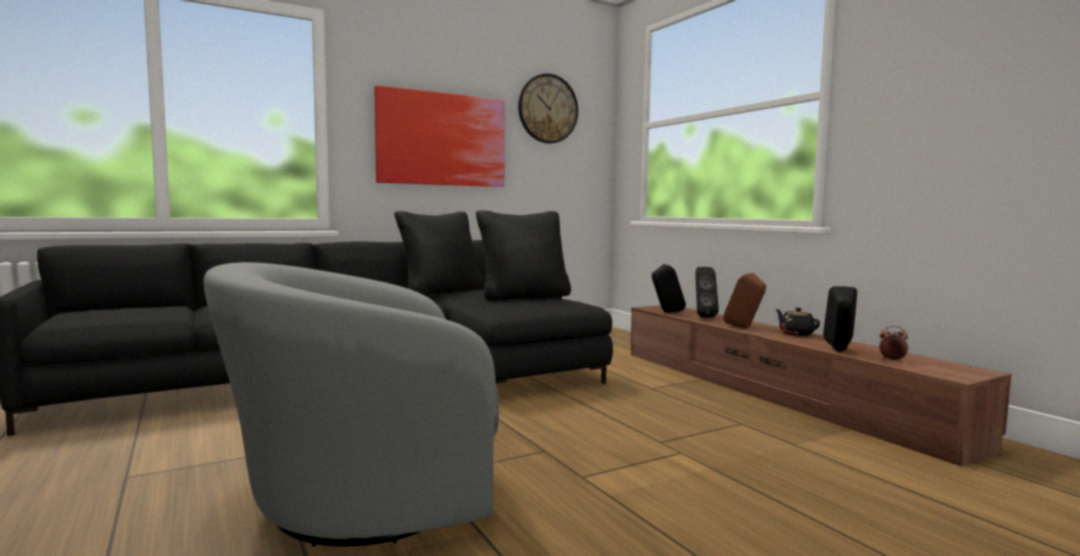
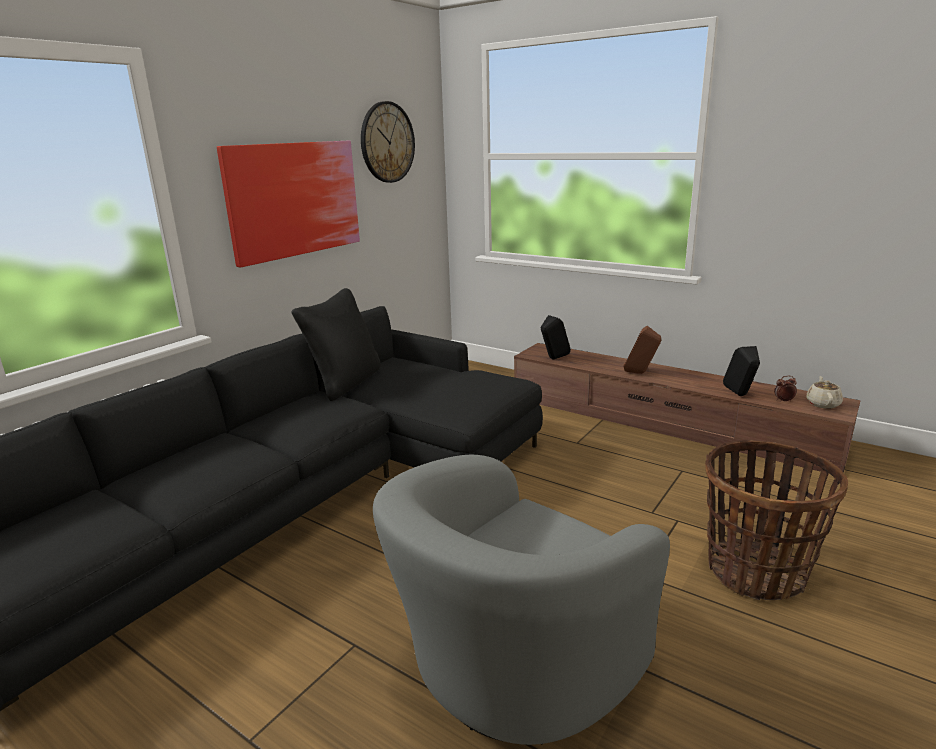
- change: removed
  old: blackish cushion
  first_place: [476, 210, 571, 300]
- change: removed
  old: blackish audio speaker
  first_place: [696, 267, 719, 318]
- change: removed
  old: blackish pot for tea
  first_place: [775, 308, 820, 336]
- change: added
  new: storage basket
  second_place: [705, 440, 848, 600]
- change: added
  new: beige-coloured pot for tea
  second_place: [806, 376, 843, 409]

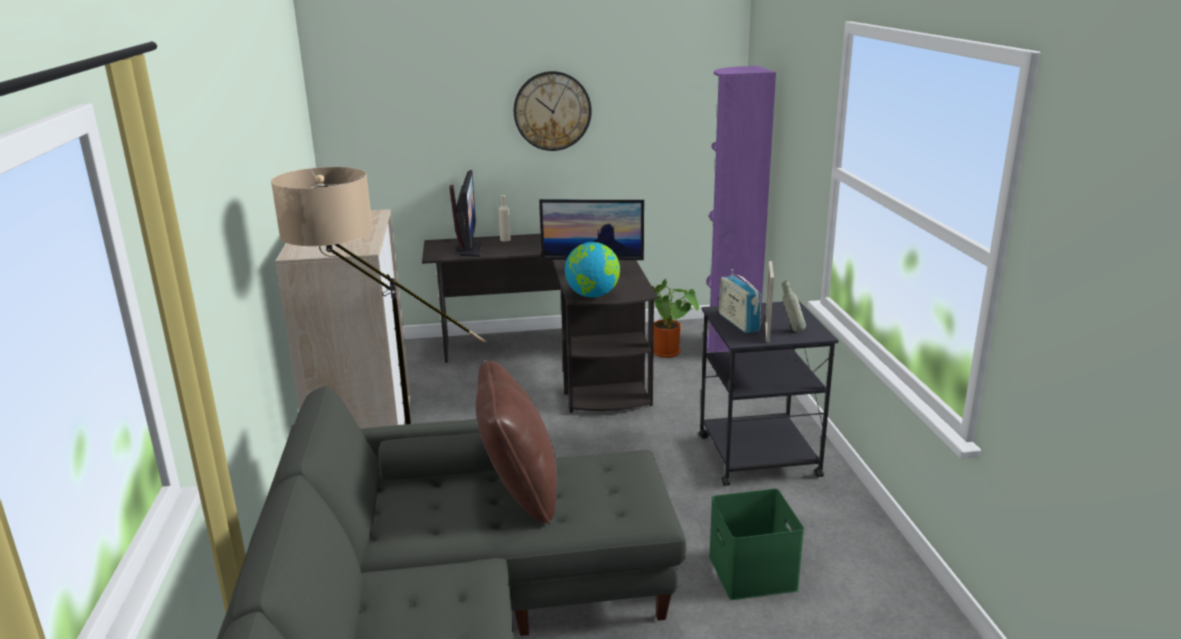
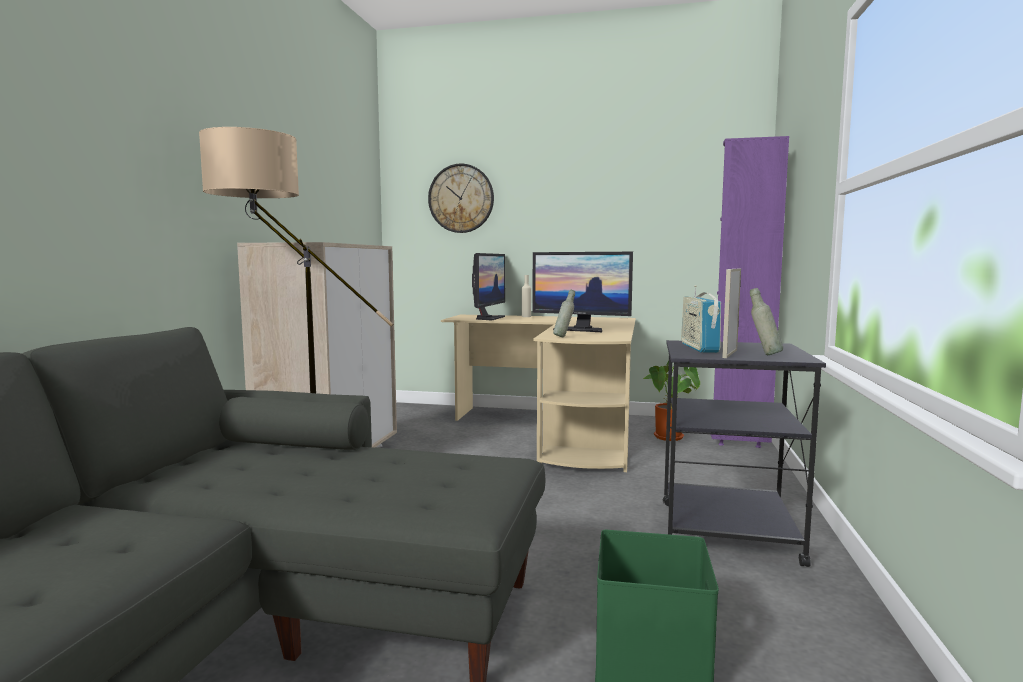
- change: recoloured
  old: blackish desk
  new: beige-coloured desk
  first_place: [422, 234, 658, 413]
  second_place: [441, 315, 636, 472]
- change: removed
  old: brownish cushion
  first_place: [476, 360, 557, 524]
- change: moved
  old: hanging clock
  first_place: [514, 71, 592, 151]
  second_place: [428, 164, 494, 233]
- change: replaced
  old: desk globe
  new: gray bottle
  first_place: [565, 242, 620, 298]
  second_place: [553, 290, 575, 337]

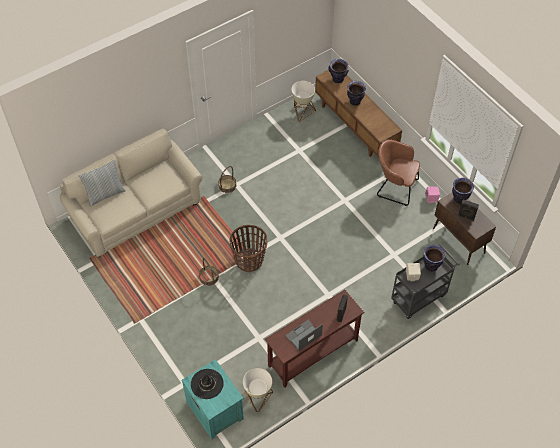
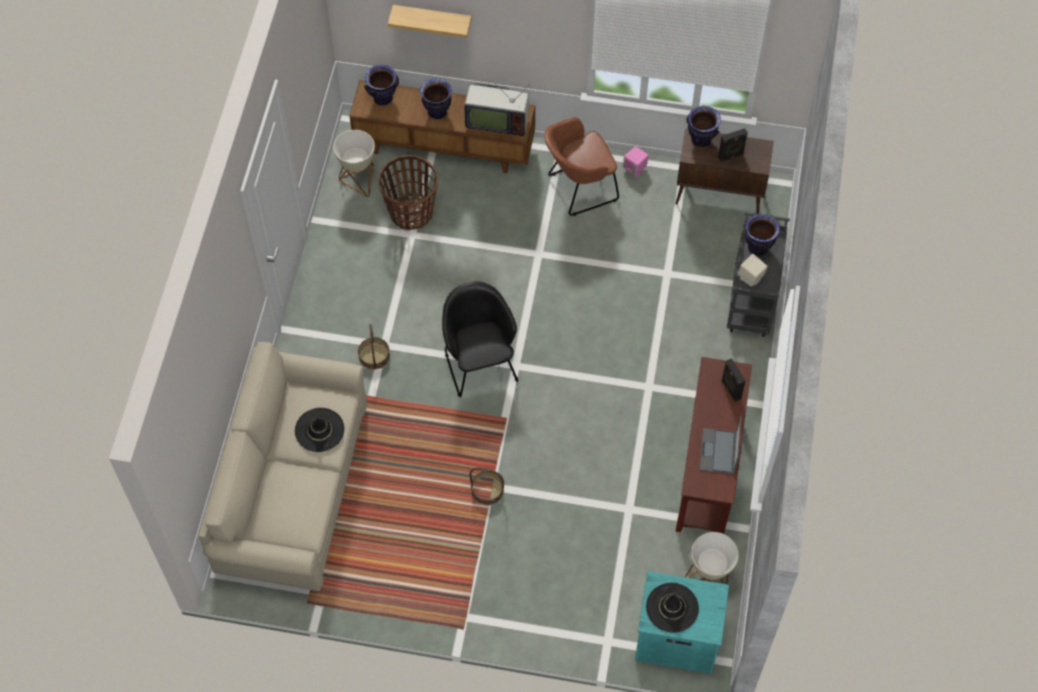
- change: removed
  old: cushion
  first_place: [79, 160, 126, 207]
- change: moved
  old: storage basket
  first_place: [229, 225, 267, 272]
  second_place: [378, 155, 438, 230]
- change: added
  new: blackish wearable hat
  second_place: [295, 408, 344, 452]
- change: added
  new: wall shelf
  second_place: [388, 5, 472, 38]
- change: added
  new: blackish easy chair
  second_place: [442, 281, 518, 397]
- change: added
  new: TV
  second_place: [464, 79, 529, 137]

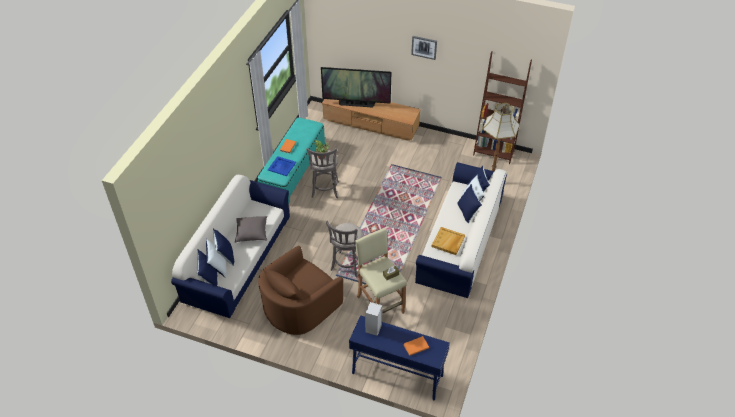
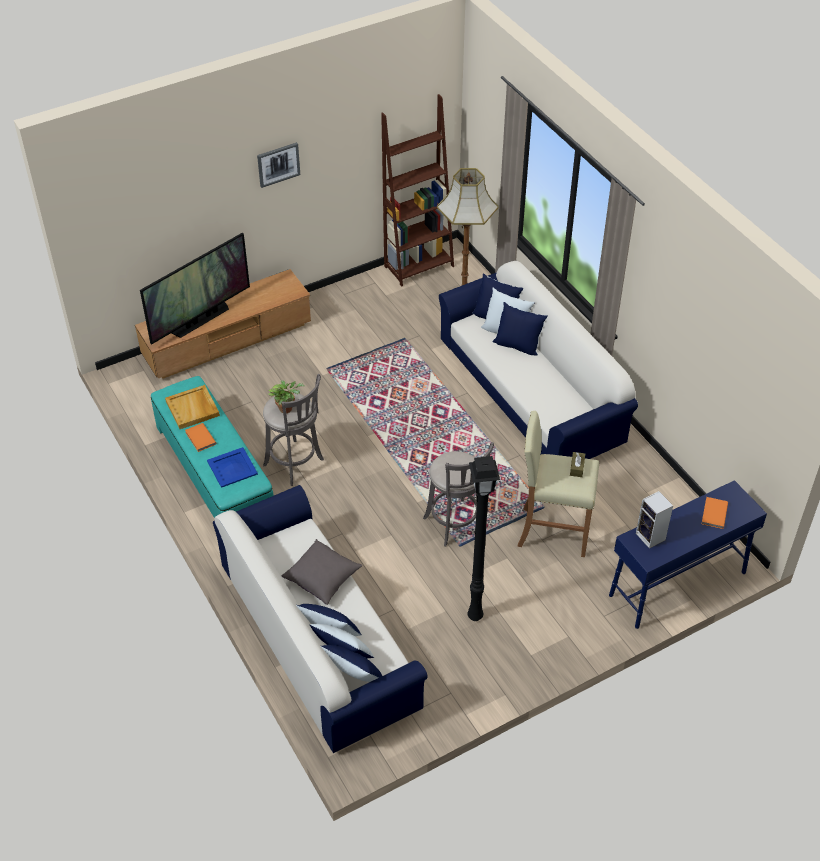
- change: replaced
  old: brownish easy chair
  new: blackish floor lamp
  first_place: [258, 246, 343, 335]
  second_place: [467, 456, 500, 621]
- change: moved
  old: beige-coloured carrying tray
  first_place: [432, 227, 465, 255]
  second_place: [165, 385, 220, 429]

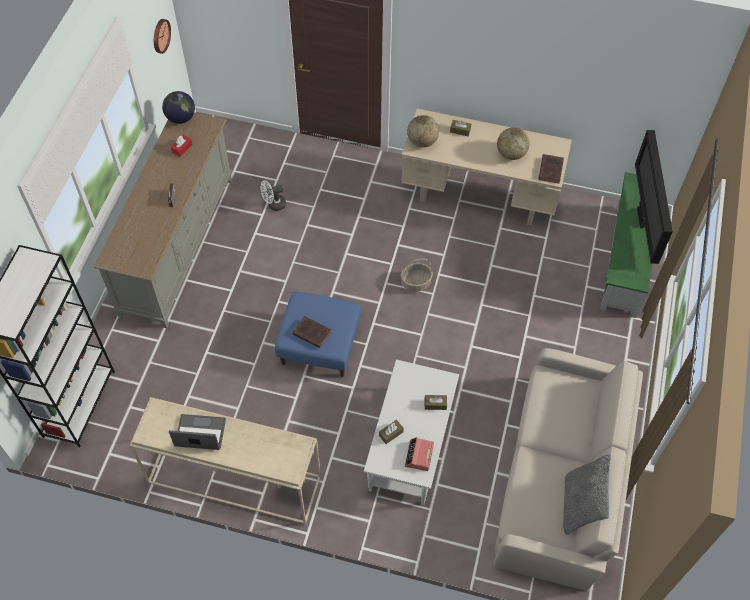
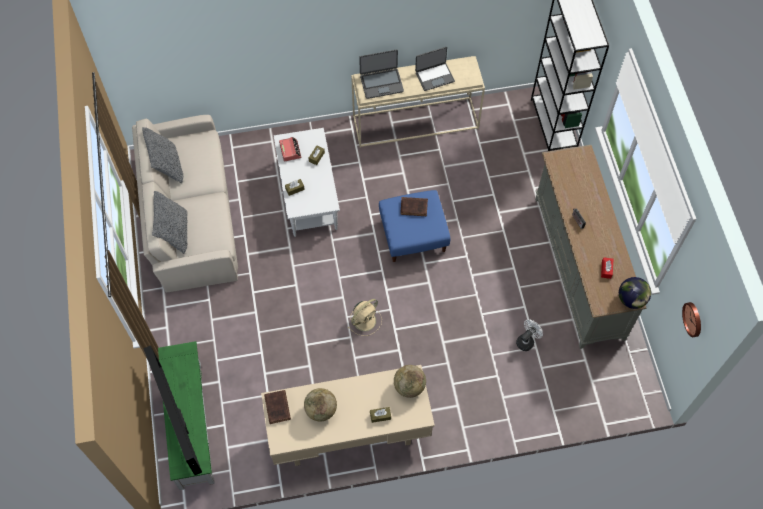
- change: replaced
  old: storage basket
  new: beige-coloured electric fan
  first_place: [401, 258, 433, 292]
  second_place: [348, 299, 382, 336]
- change: added
  new: gray cushion
  second_place: [152, 191, 188, 254]
- change: added
  new: laptop
  second_place: [359, 50, 404, 99]

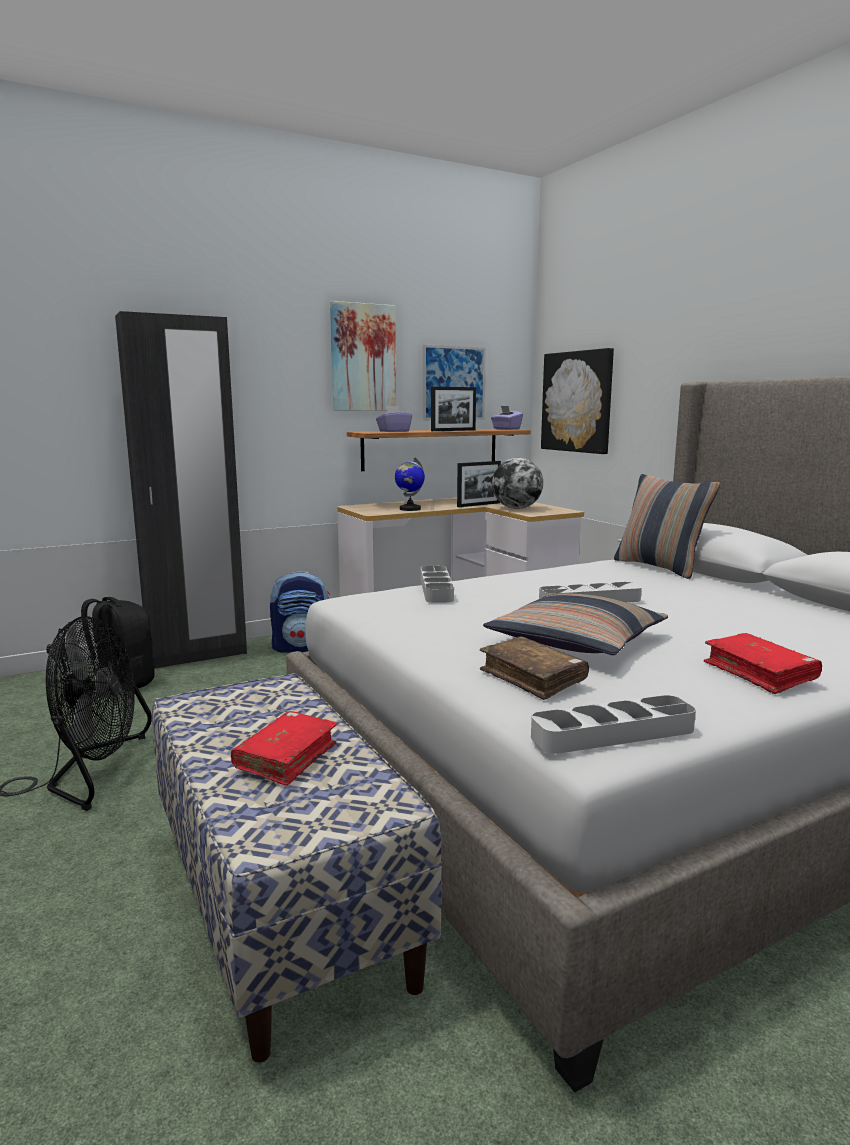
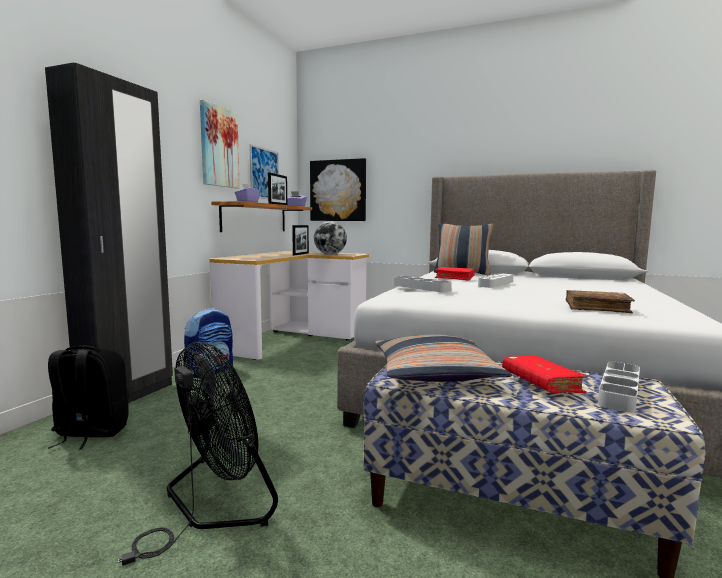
- change: removed
  old: desk globe
  first_place: [395, 458, 425, 511]
- change: moved
  old: cushion
  first_place: [483, 593, 668, 655]
  second_place: [375, 335, 512, 382]
- change: moved
  old: gray carrying tray
  first_place: [531, 695, 696, 754]
  second_place: [598, 362, 640, 412]
- change: moved
  old: red-coloured volume
  first_place: [704, 633, 822, 694]
  second_place: [435, 267, 475, 281]

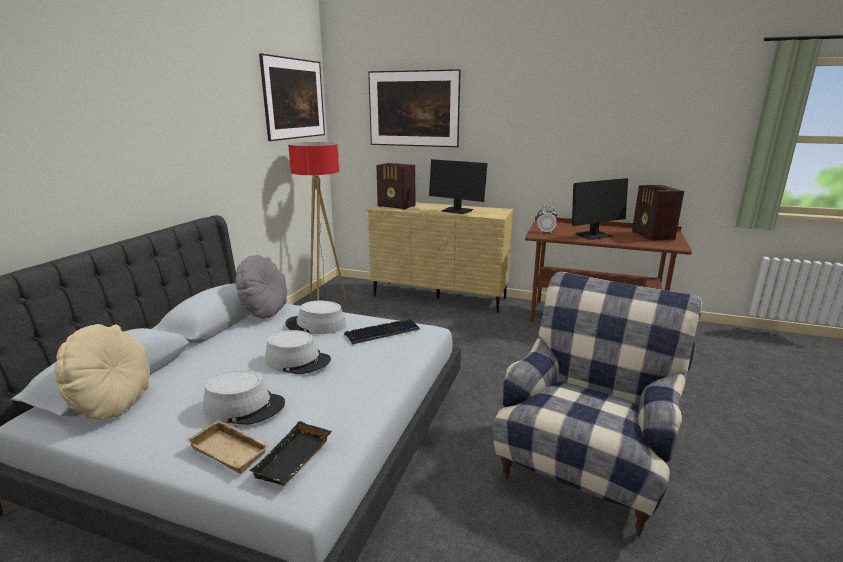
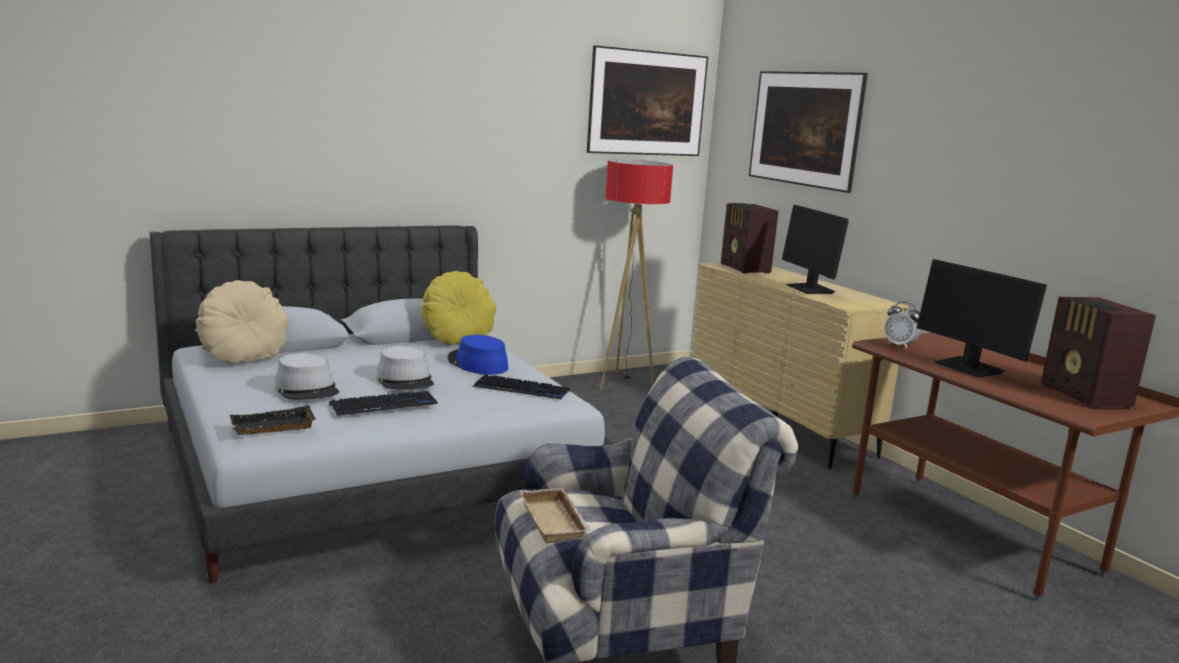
- change: moved
  old: beige-coloured carrying tray
  first_place: [186, 420, 271, 474]
  second_place: [520, 488, 592, 544]
- change: recoloured
  old: gray cushion
  new: yellow-coloured cushion
  first_place: [235, 255, 287, 319]
  second_place: [421, 271, 496, 345]
- change: recoloured
  old: gray wearable hat
  new: blue-coloured wearable hat
  first_place: [285, 301, 346, 334]
  second_place: [448, 335, 508, 375]
- change: turned
  old: monitor
  first_place: [572, 178, 628, 240]
  second_place: [917, 259, 1047, 377]
  degrees: 45
- change: turned
  old: radio receiver
  first_place: [632, 185, 684, 241]
  second_place: [1041, 296, 1156, 408]
  degrees: -45
- change: added
  new: keyboard
  second_place: [329, 391, 438, 416]

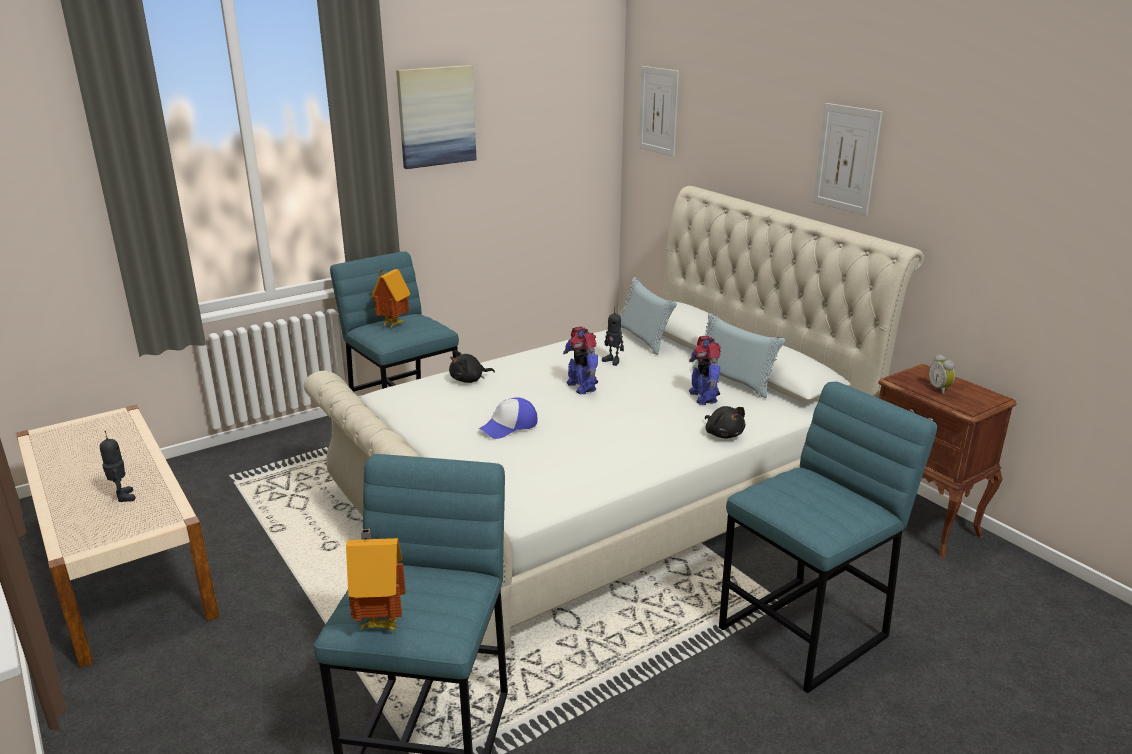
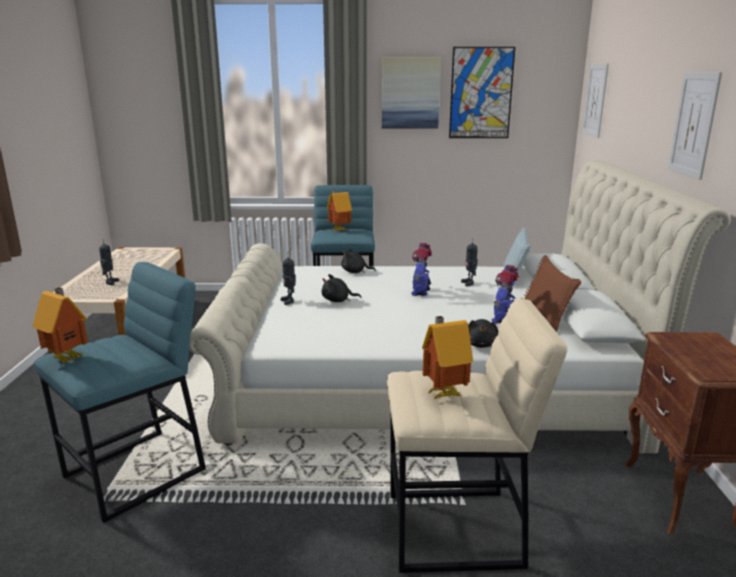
- change: replaced
  old: cap
  new: blackish cuddly toy
  first_place: [479, 397, 538, 439]
  second_place: [322, 274, 361, 302]
- change: recoloured
  old: blue-coloured cushion
  new: brownish cushion
  first_place: [692, 313, 785, 398]
  second_place: [521, 255, 581, 332]
- change: recoloured
  old: blue-coloured sitting stool
  new: beige-coloured sitting stool
  first_place: [719, 381, 937, 693]
  second_place: [387, 298, 567, 573]
- change: removed
  old: alarm clock
  first_place: [929, 354, 955, 394]
- change: added
  new: toy robot
  second_place: [281, 252, 296, 305]
- change: added
  new: model house
  second_place: [422, 316, 473, 400]
- change: added
  new: picture
  second_place: [449, 47, 515, 138]

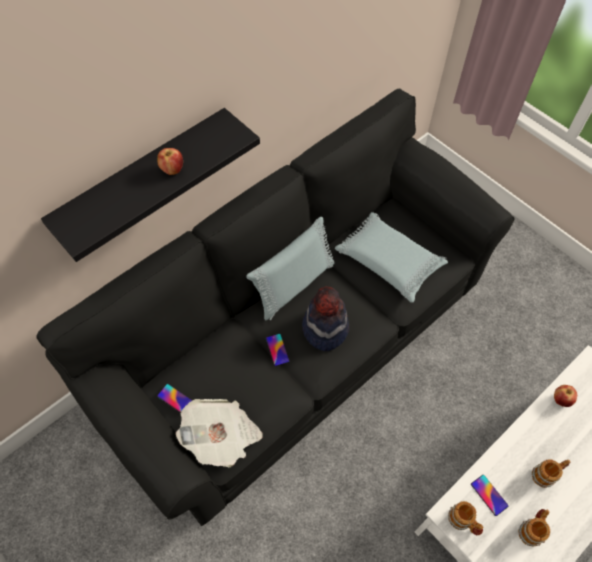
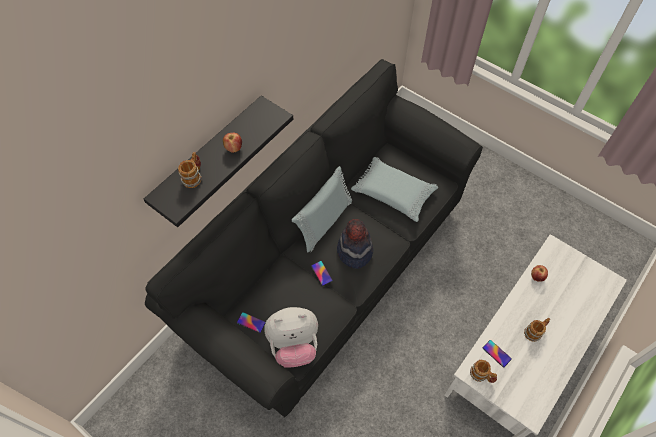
- change: replaced
  old: daily paper
  new: cuddly toy
  first_place: [176, 399, 263, 467]
  second_place: [264, 307, 318, 368]
- change: moved
  old: coffee mug
  first_place: [519, 509, 550, 546]
  second_place: [178, 152, 202, 188]

